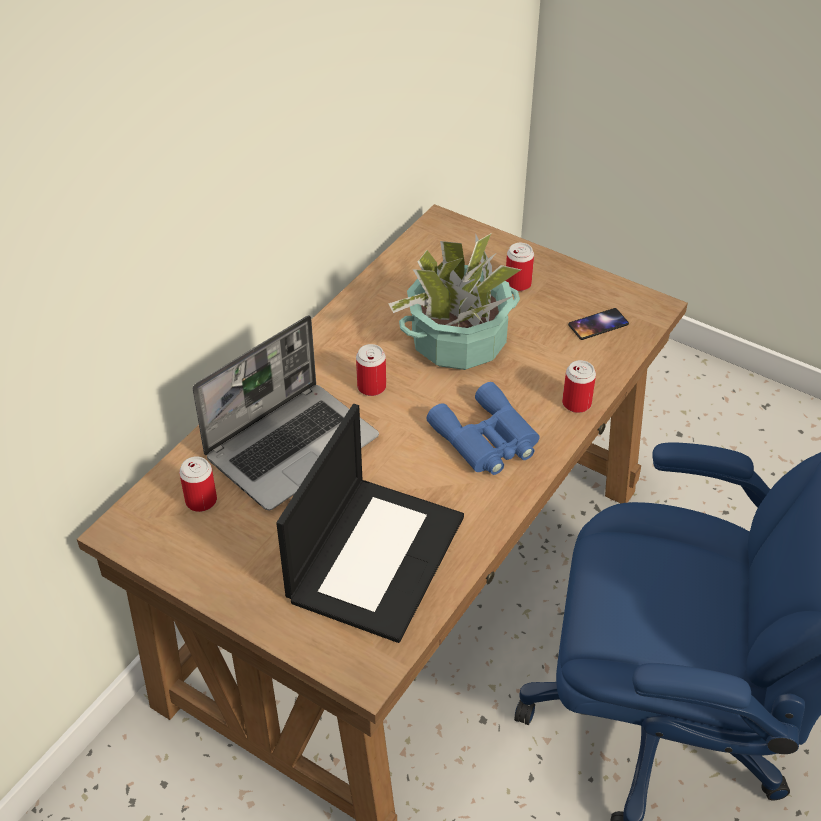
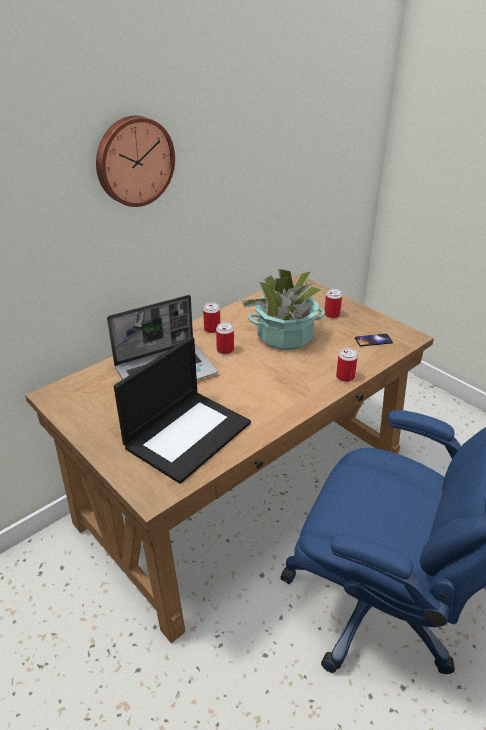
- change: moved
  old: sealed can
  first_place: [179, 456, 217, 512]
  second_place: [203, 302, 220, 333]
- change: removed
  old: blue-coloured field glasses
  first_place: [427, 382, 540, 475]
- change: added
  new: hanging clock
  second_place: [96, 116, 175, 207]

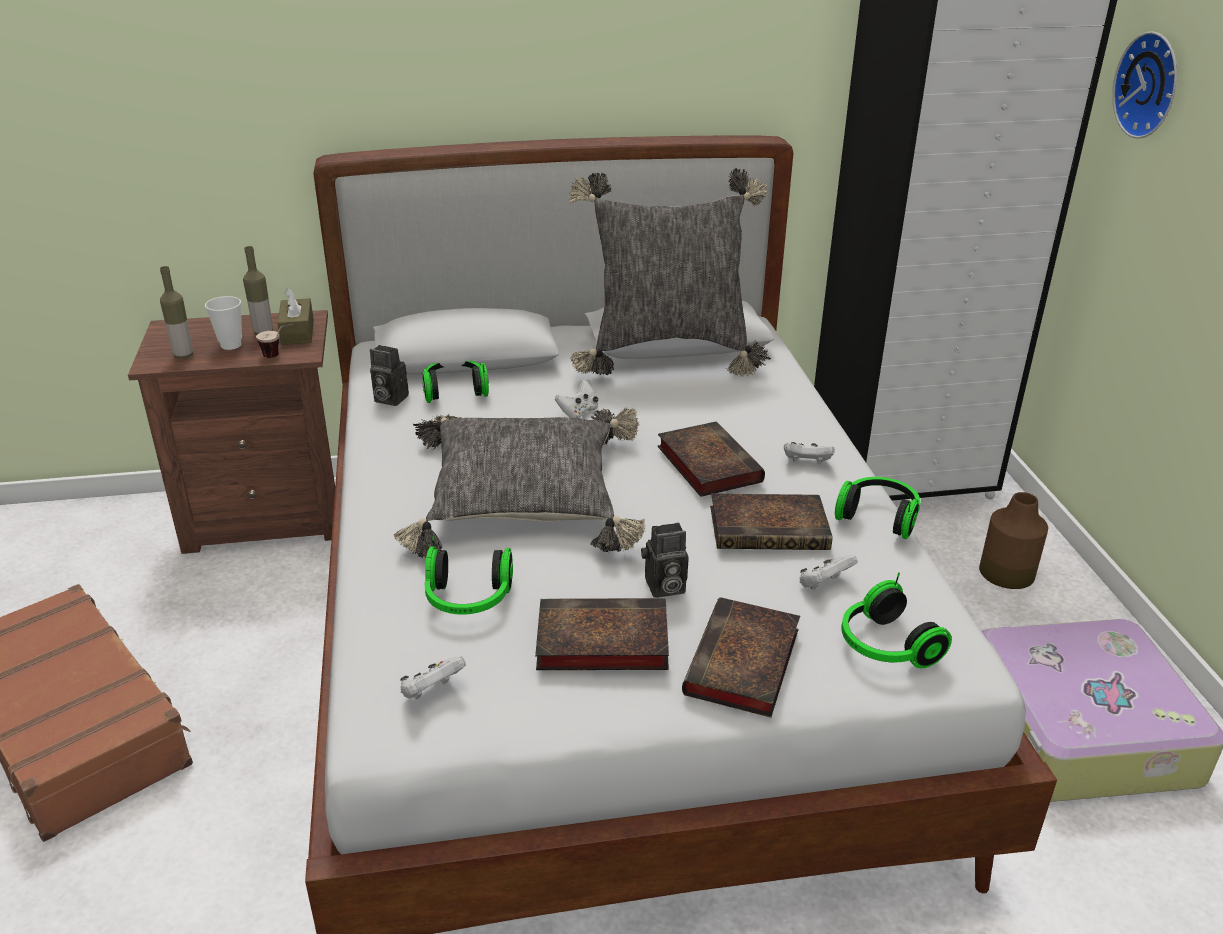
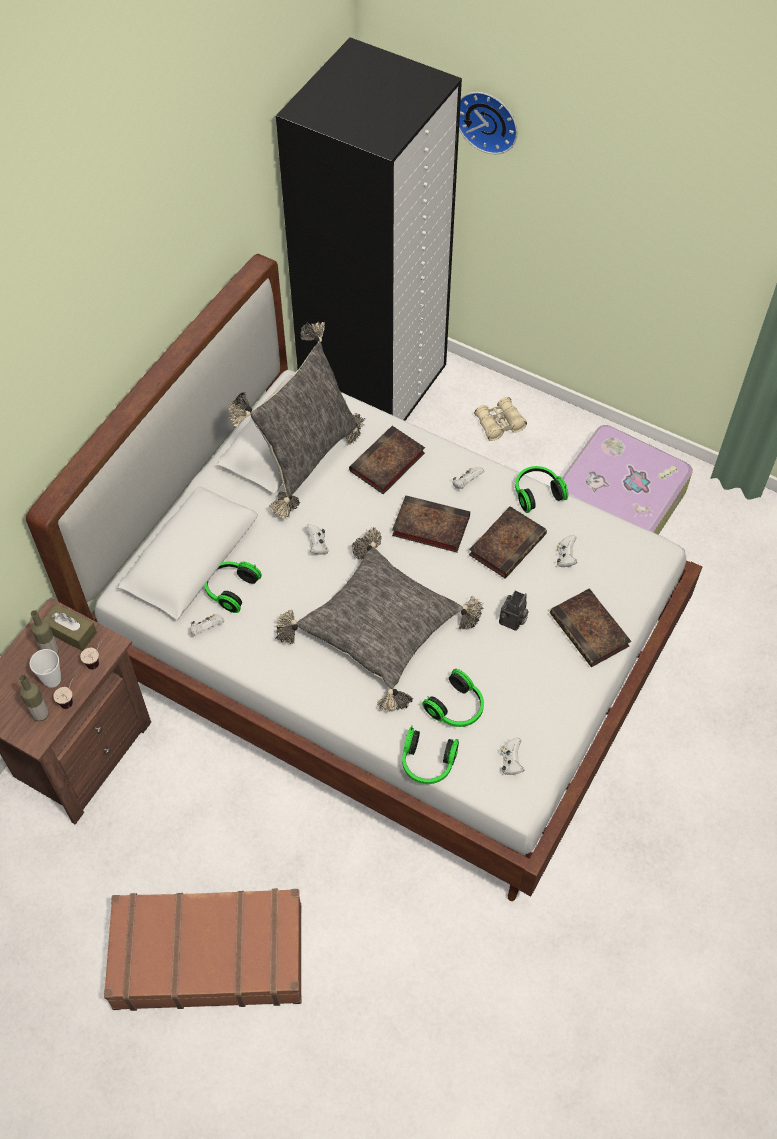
- change: replaced
  old: still camera
  new: white game controller
  first_place: [370, 345, 409, 406]
  second_place: [190, 614, 224, 636]
- change: moved
  old: volume
  first_place: [535, 598, 669, 670]
  second_place: [349, 426, 425, 494]
- change: moved
  old: pair of headphones
  first_place: [841, 572, 952, 668]
  second_place: [402, 725, 459, 784]
- change: replaced
  old: brownish vase
  new: beige-coloured field glasses
  first_place: [979, 492, 1048, 589]
  second_place: [474, 397, 527, 441]
- change: added
  new: drinking cup
  second_place: [53, 672, 79, 709]

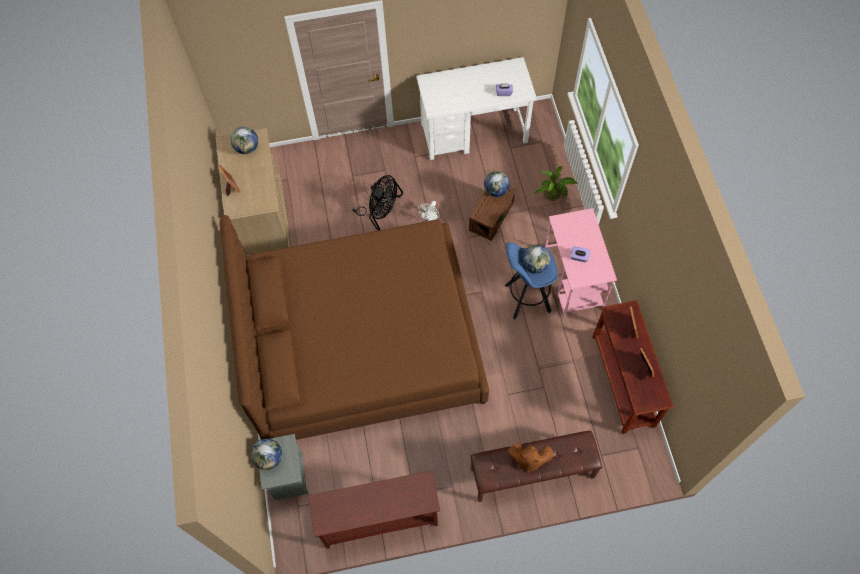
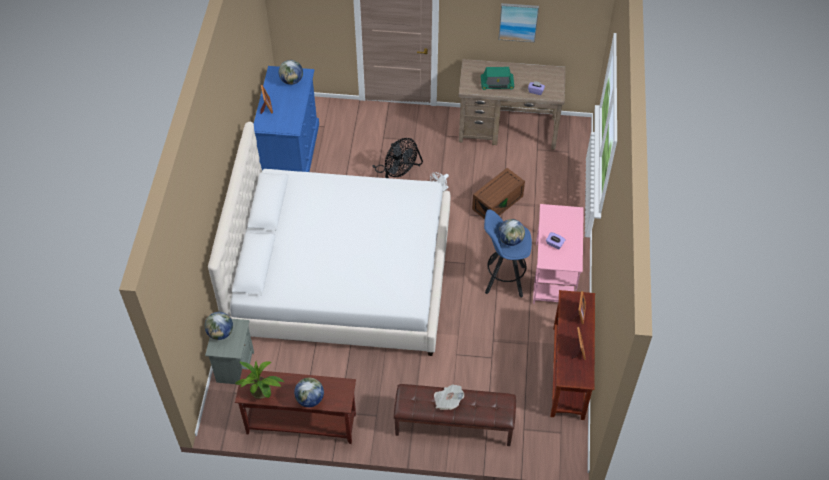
- change: recoloured
  old: beige-coloured chest of drawers
  new: blue-coloured chest of drawers
  first_place: [216, 128, 292, 257]
  second_place: [254, 66, 319, 172]
- change: recoloured
  old: brownish bedroom bed
  new: white bedroom bed
  first_place: [219, 215, 489, 440]
  second_place: [208, 122, 451, 356]
- change: recoloured
  old: white desk
  new: brownish desk
  first_place: [416, 57, 536, 160]
  second_place: [459, 59, 566, 150]
- change: moved
  old: desk globe
  first_place: [484, 171, 510, 197]
  second_place: [294, 378, 324, 407]
- change: replaced
  old: brownish cuddly toy
  new: daily paper
  first_place: [508, 443, 554, 473]
  second_place: [434, 384, 464, 410]
- change: moved
  old: houseplant
  first_place: [535, 166, 578, 201]
  second_place: [235, 361, 284, 399]
- change: added
  new: radio receiver
  second_place: [481, 67, 514, 90]
- change: added
  new: picture
  second_place: [498, 3, 539, 42]

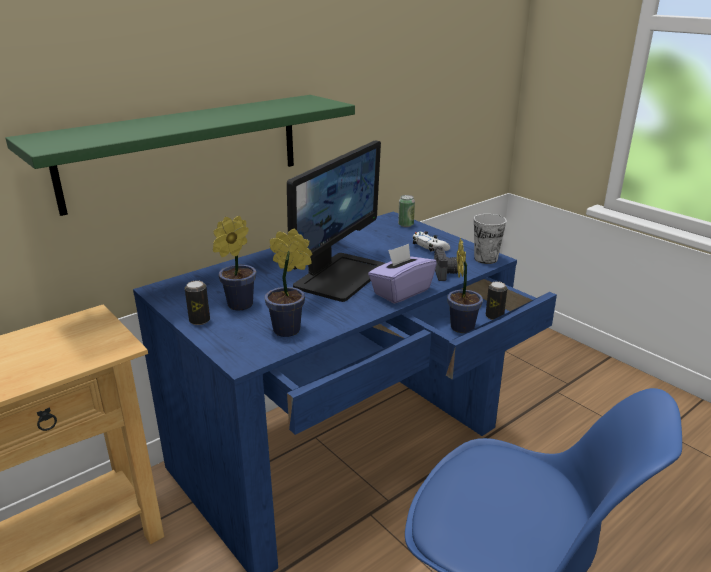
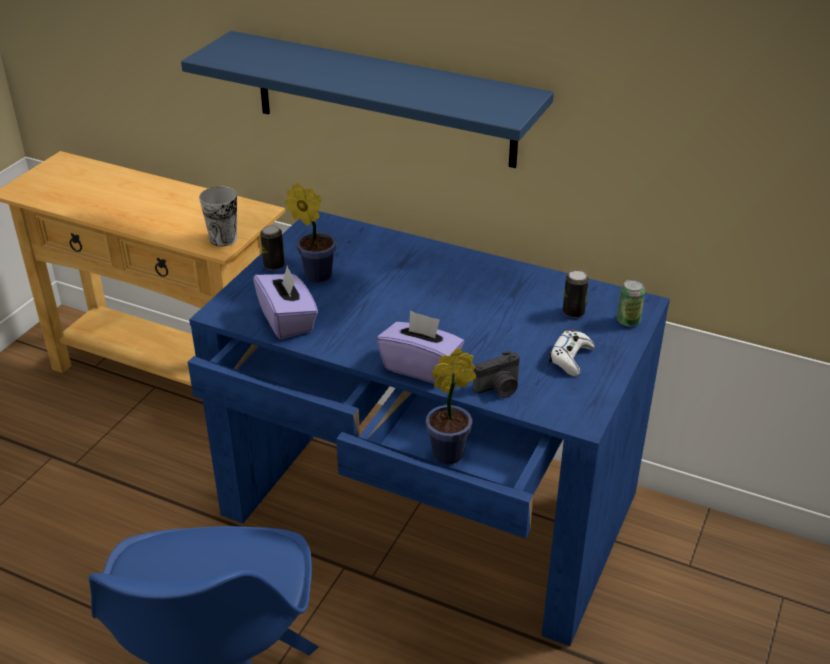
- change: recoloured
  old: green wall shelf
  new: blue-coloured wall shelf
  first_place: [5, 95, 355, 216]
  second_place: [181, 31, 554, 168]
- change: replaced
  old: houseplant
  new: purple box of tissues
  first_place: [265, 229, 313, 337]
  second_place: [253, 264, 318, 339]
- change: removed
  old: monitor
  first_place: [287, 140, 385, 302]
- change: moved
  old: drinking cup
  first_place: [474, 214, 507, 264]
  second_place: [199, 186, 237, 247]
- change: moved
  old: sealed can
  first_place: [486, 281, 507, 320]
  second_place: [563, 270, 589, 318]

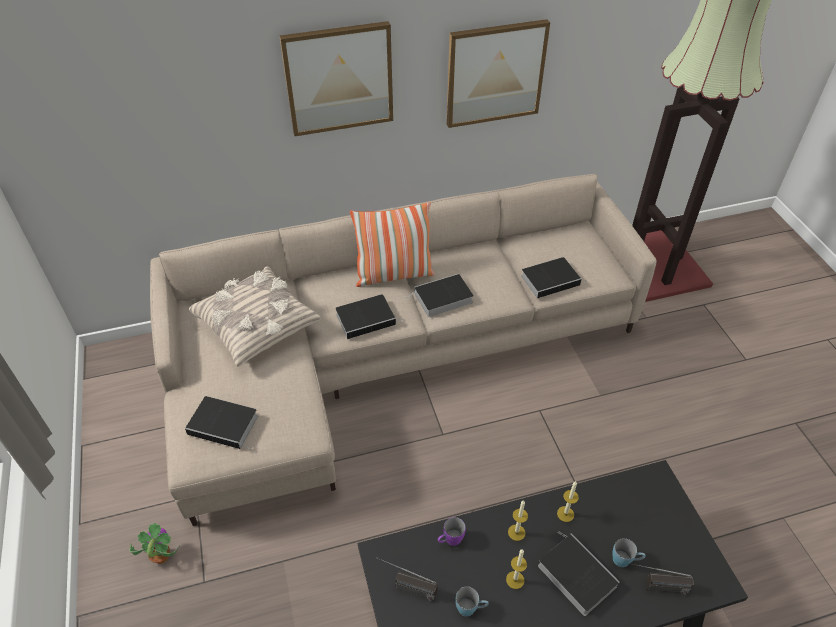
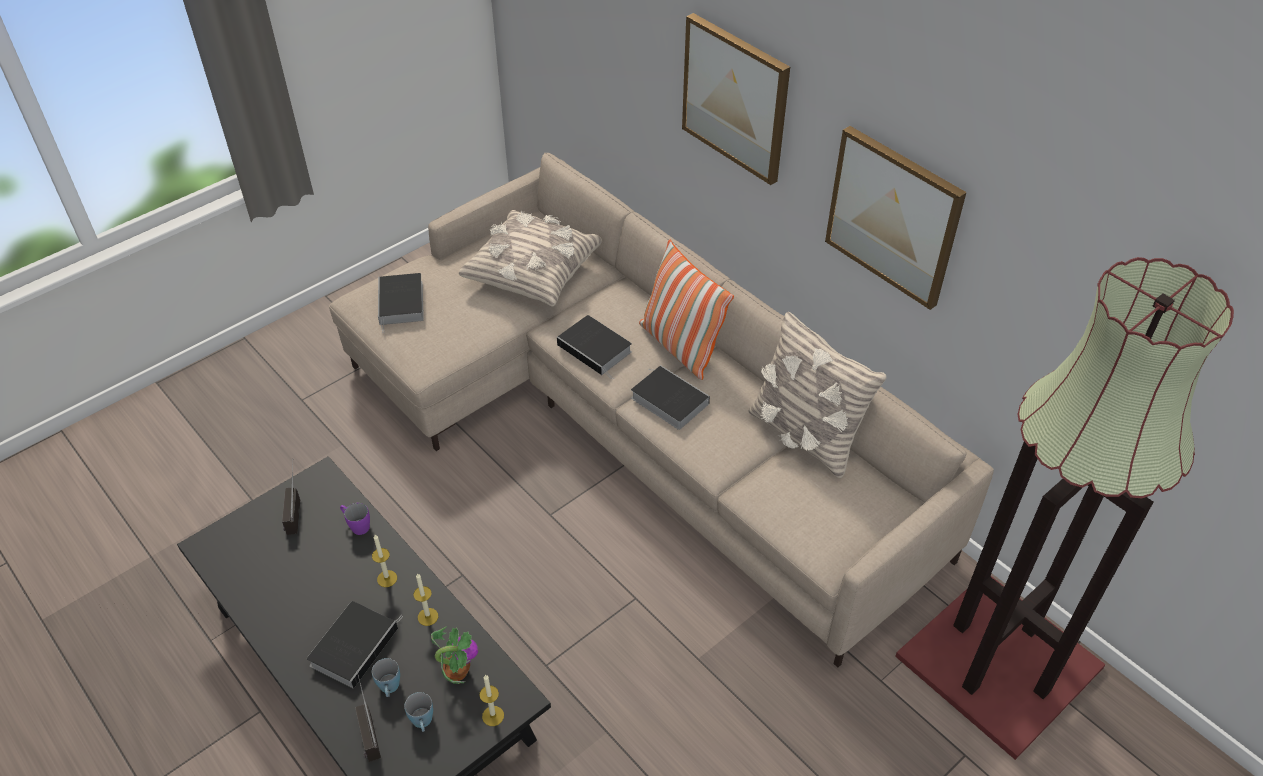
- change: moved
  old: houseplant
  first_place: [129, 523, 180, 564]
  second_place: [431, 626, 478, 684]
- change: moved
  old: blue-coloured coffee mug
  first_place: [455, 586, 489, 616]
  second_place: [404, 692, 433, 732]
- change: moved
  old: wax light
  first_place: [506, 549, 527, 589]
  second_place: [479, 675, 504, 726]
- change: removed
  old: volume
  first_place: [521, 257, 587, 298]
- change: added
  new: beige-coloured cushion
  second_place: [748, 312, 887, 478]

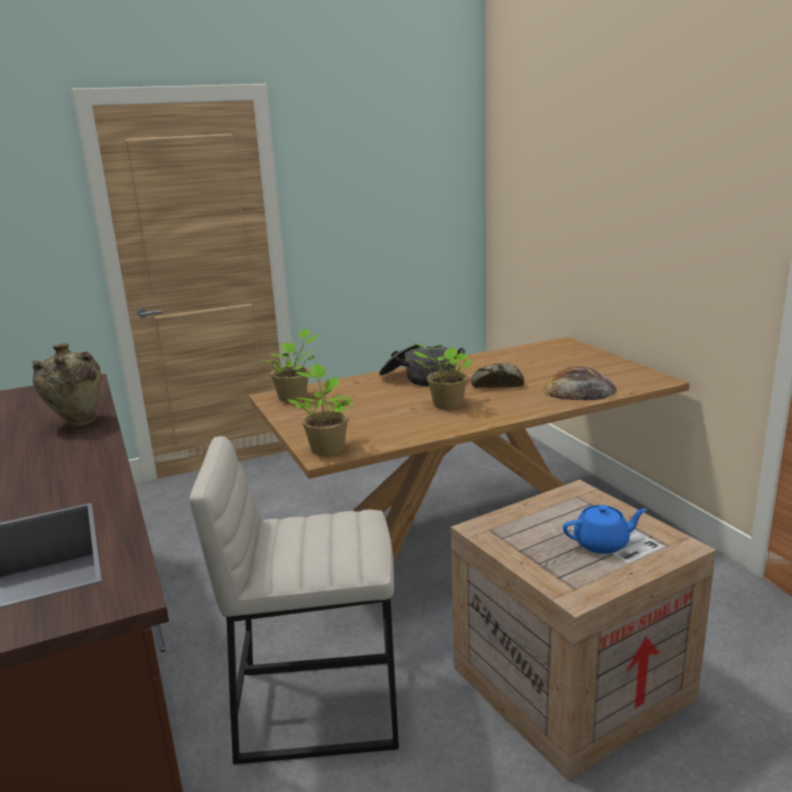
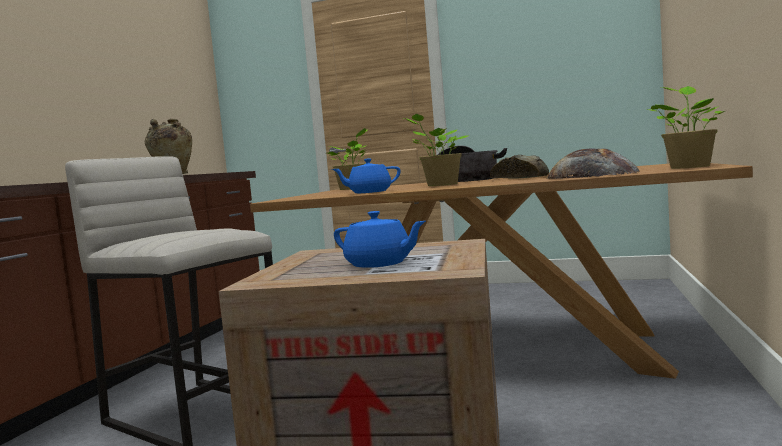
- change: moved
  old: houseplant
  first_place: [287, 363, 355, 456]
  second_place: [646, 86, 725, 169]
- change: added
  new: blue-coloured pot for tea
  second_place: [332, 158, 401, 193]

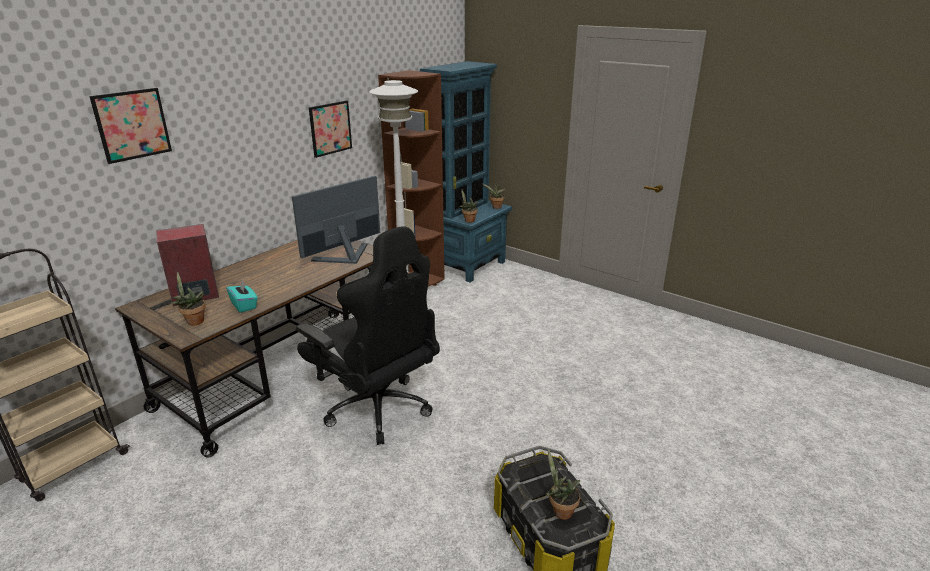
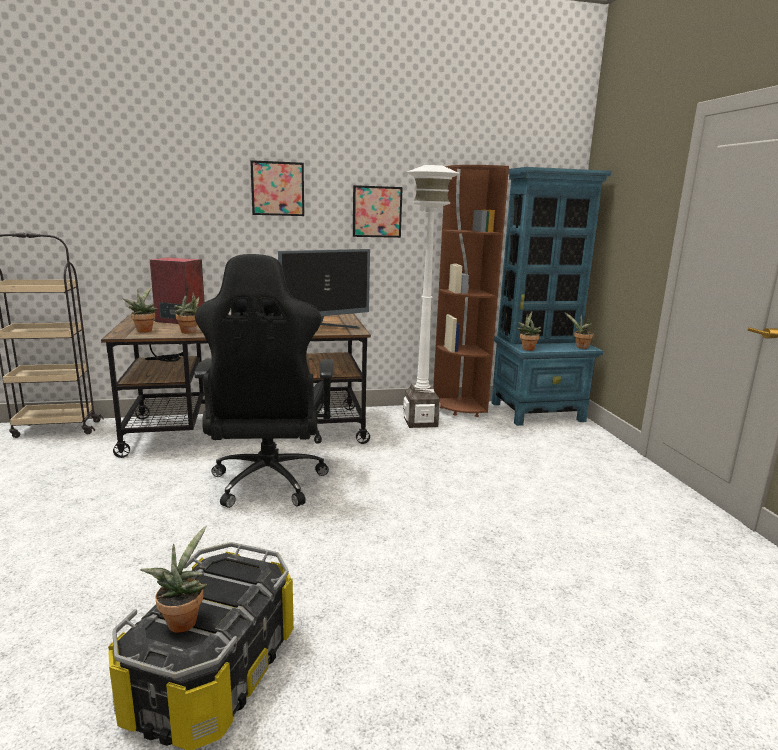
- change: moved
  old: picture
  first_place: [89, 88, 172, 164]
  second_place: [250, 160, 304, 216]
- change: replaced
  old: blue-green box of tissues
  new: houseplant
  first_place: [226, 281, 258, 313]
  second_place: [174, 292, 199, 333]
- change: turned
  old: monitor
  first_place: [292, 176, 380, 264]
  second_place: [278, 249, 370, 329]
  degrees: 150

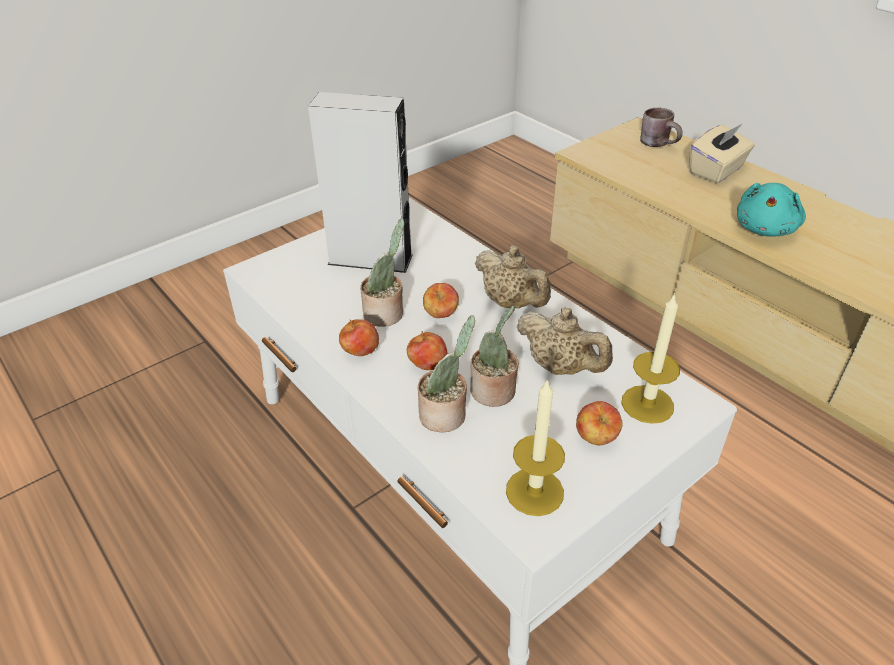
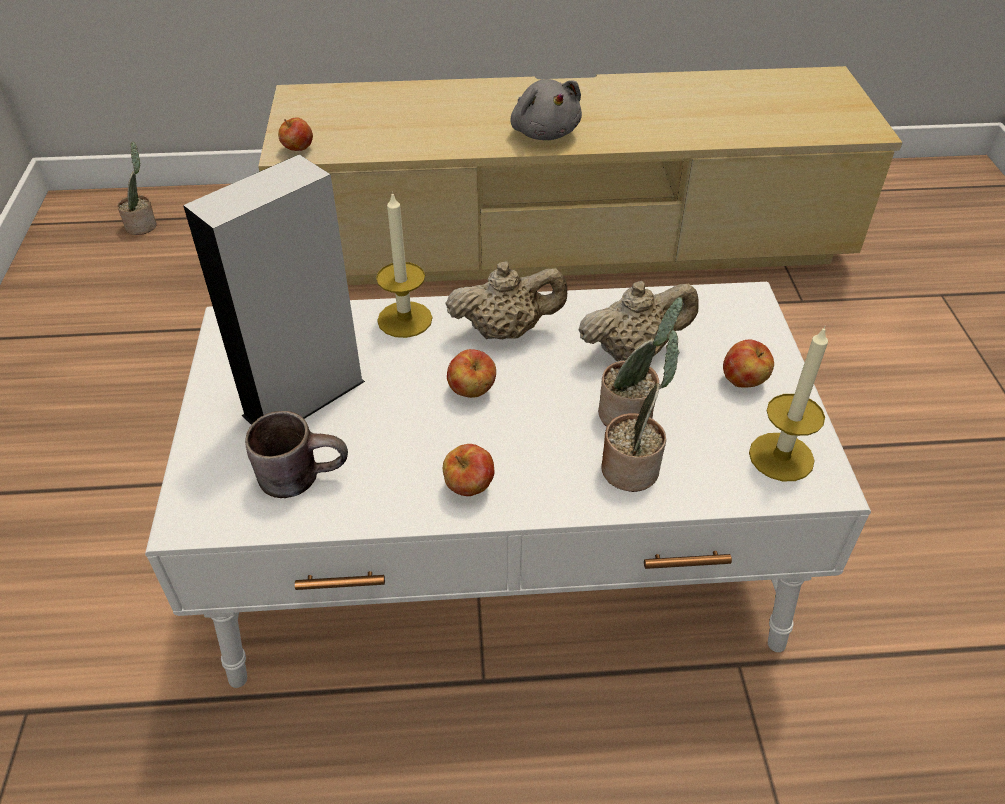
- change: moved
  old: houseplant
  first_place: [360, 218, 404, 327]
  second_place: [117, 142, 157, 235]
- change: moved
  old: apple
  first_place: [407, 331, 448, 370]
  second_place: [278, 117, 313, 151]
- change: moved
  old: wax light
  first_place: [621, 293, 680, 424]
  second_place: [376, 191, 432, 338]
- change: moved
  old: brownish coffee mug
  first_place: [640, 108, 682, 147]
  second_place: [245, 411, 348, 498]
- change: removed
  old: beige-coloured box of tissues
  first_place: [689, 123, 755, 183]
- change: recoloured
  old: blue-green cuddly toy
  new: gray cuddly toy
  first_place: [737, 183, 806, 236]
  second_place: [510, 79, 582, 140]

